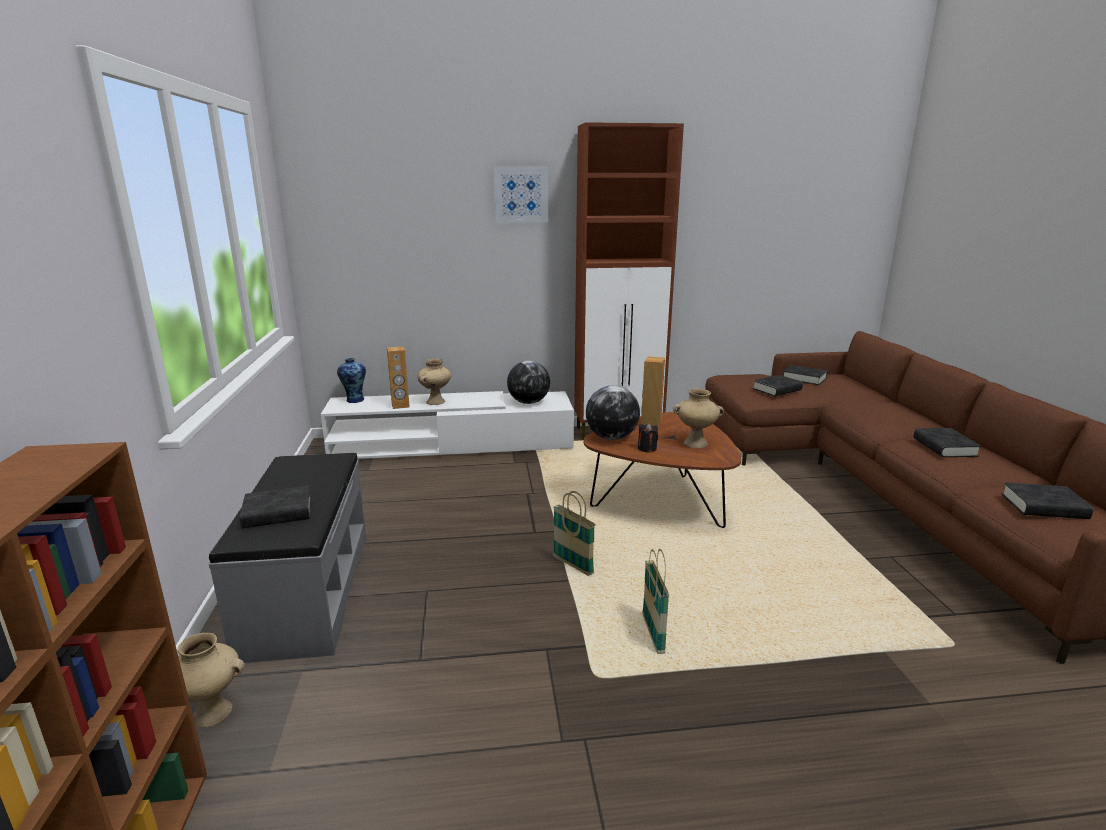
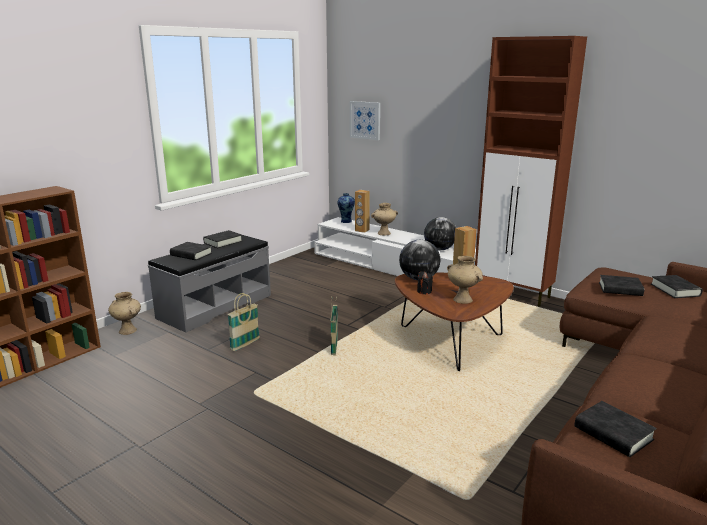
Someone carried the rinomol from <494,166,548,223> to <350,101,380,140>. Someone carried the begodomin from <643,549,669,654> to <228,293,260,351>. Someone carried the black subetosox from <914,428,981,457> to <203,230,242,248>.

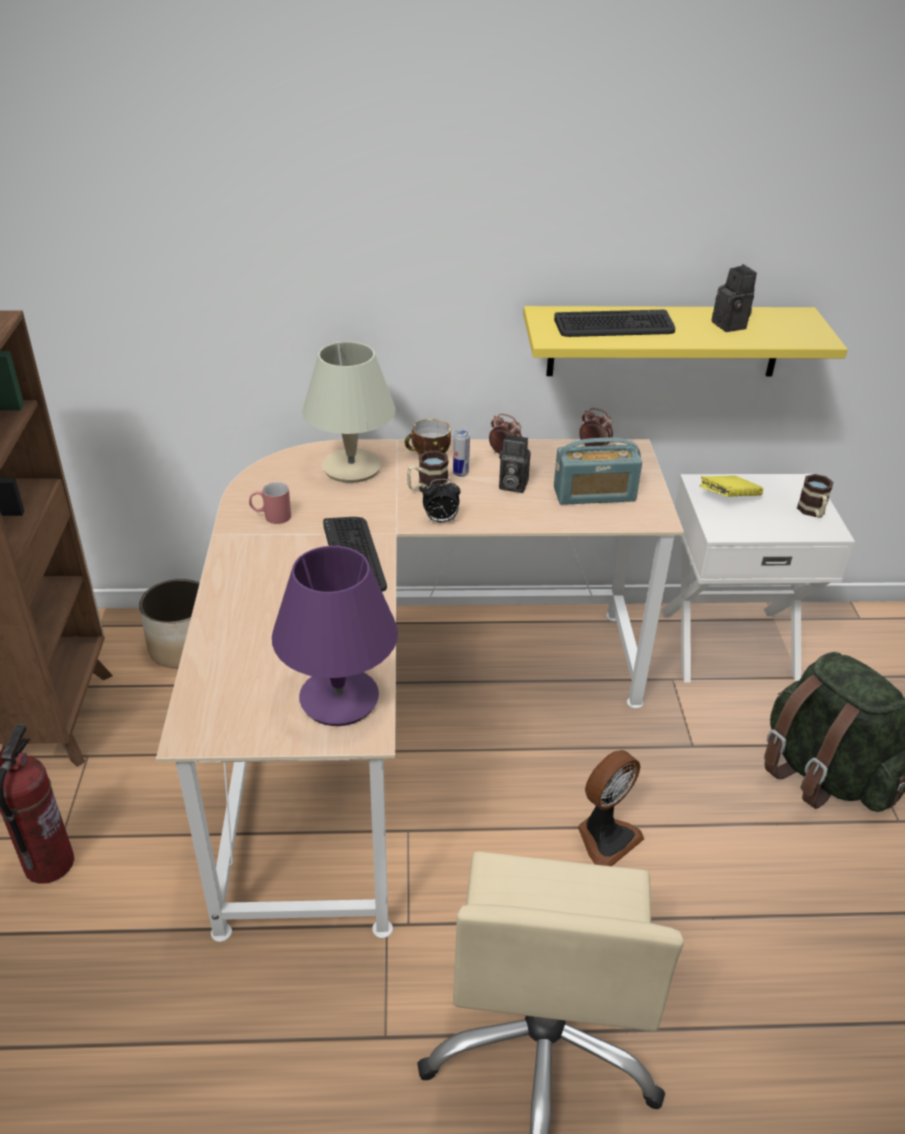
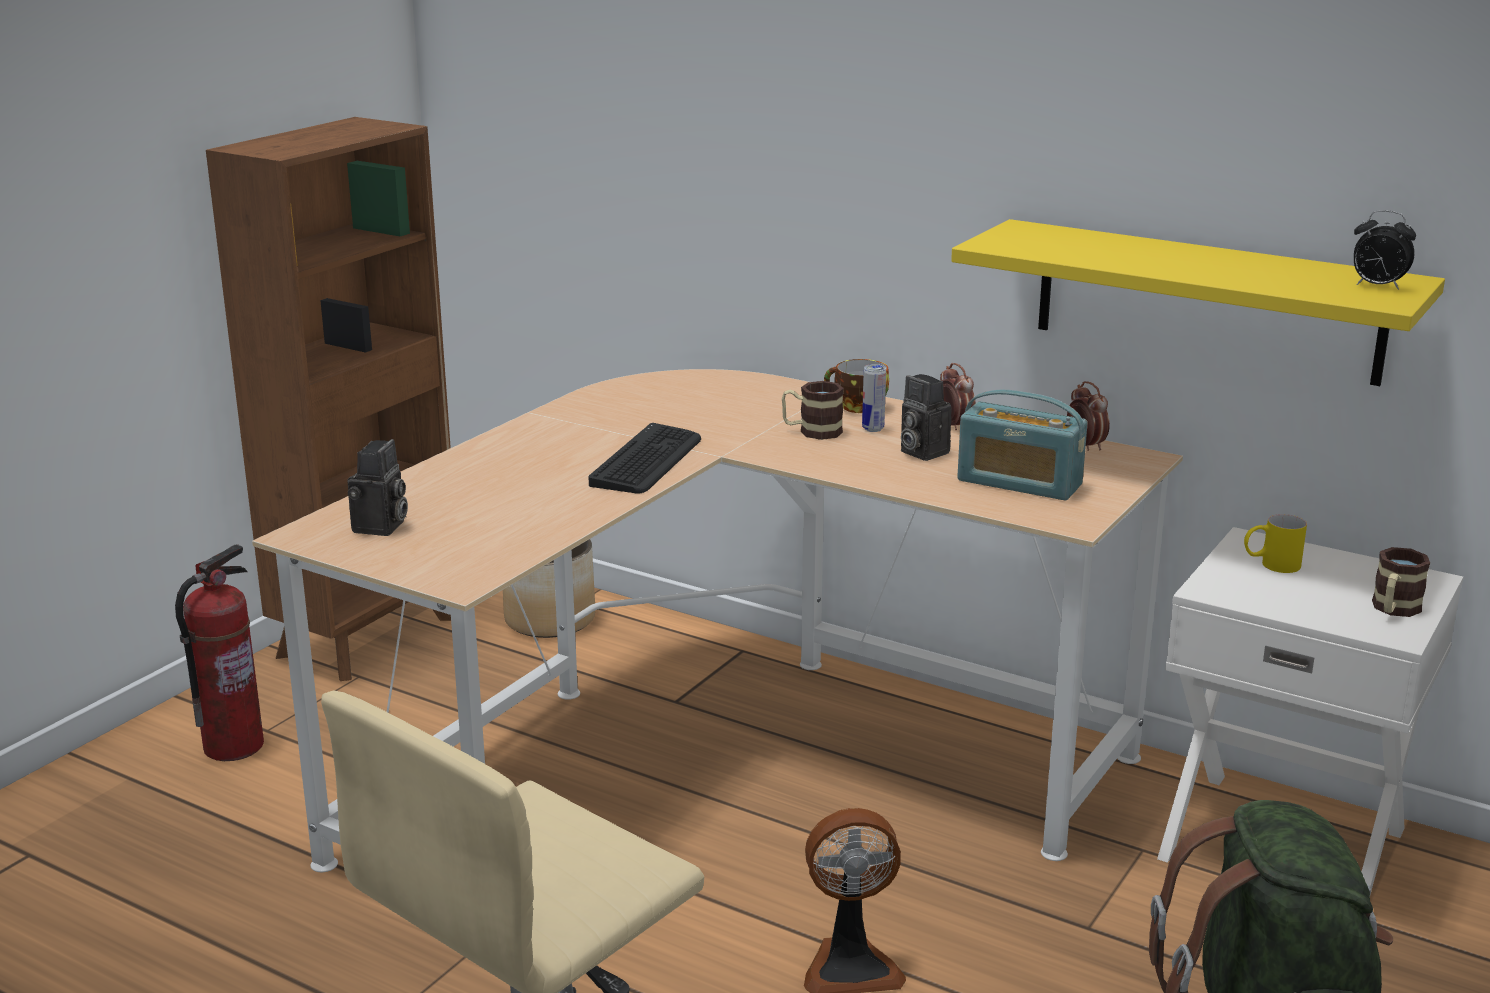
Someone took away the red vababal at <249,482,291,524>. Someone took away the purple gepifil at <272,546,398,726>. Someone took away the beige gepifil at <302,342,396,483>. Someone took away the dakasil at <554,310,675,337>. Someone carried the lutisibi from <422,479,461,522> to <1354,210,1416,290>. Someone carried the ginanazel from <712,264,757,332> to <348,439,408,536>. Someone swapped the yellow subetosox at <699,475,763,497> for the yellow vababal at <1244,514,1307,573>.

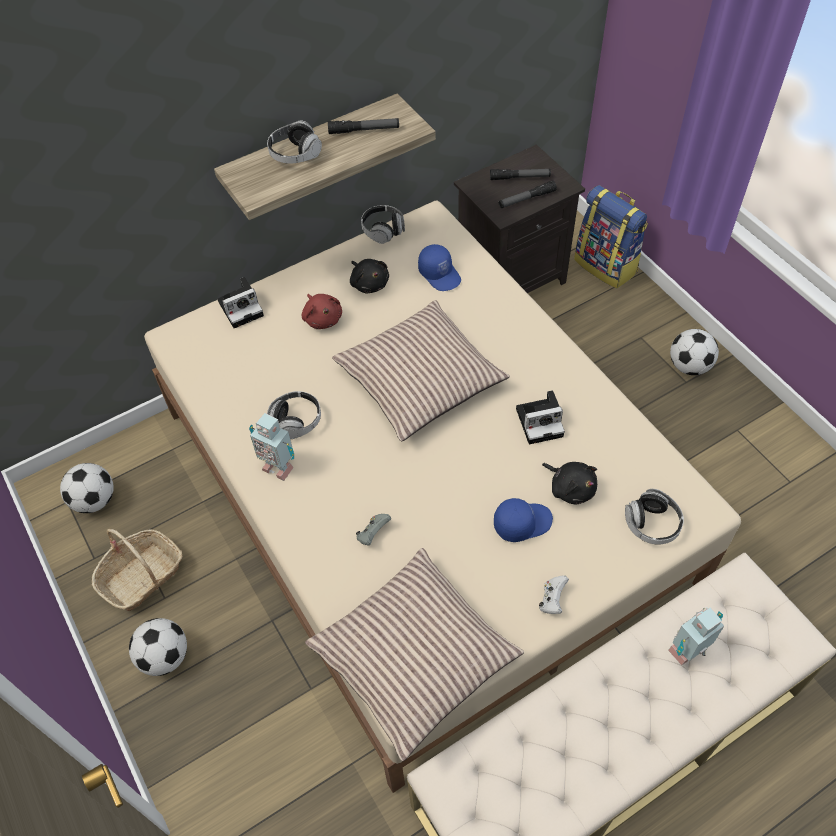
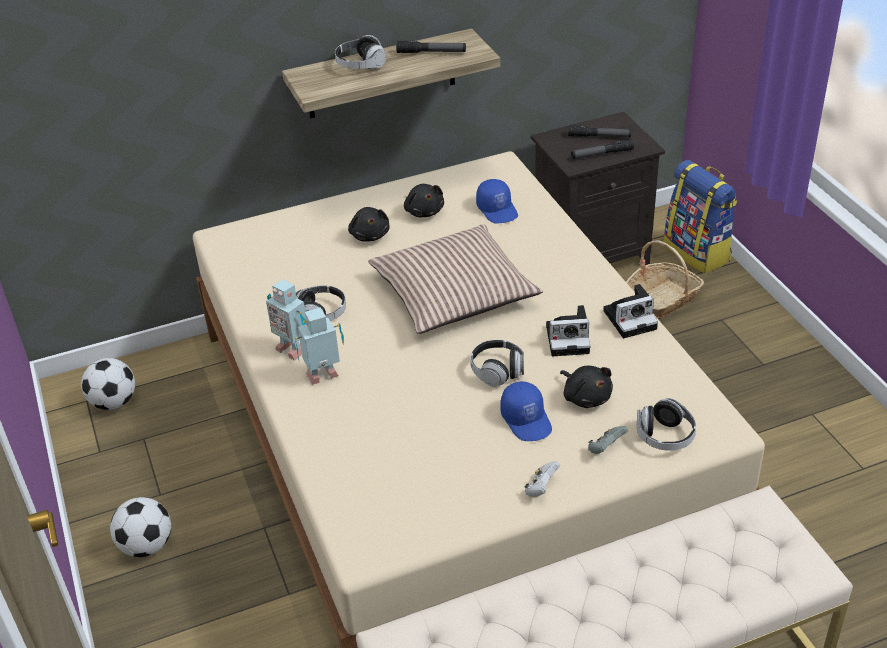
Someone took away the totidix at <305,548,524,761>. Someone took away the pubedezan at <670,329,719,375>. Someone carried the begodomin from <92,529,183,611> to <626,240,704,320>. Someone carried the ginanazel from <218,277,264,328> to <603,284,658,339>. Someone carried the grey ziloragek from <356,514,391,546> to <588,426,628,454>. Someone carried the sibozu from <361,205,405,244> to <470,340,524,387>. Someone carried the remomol from <668,607,724,665> to <295,307,344,385>. Someone repainted the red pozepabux at <302,294,342,329>, which became the black pozepabux at <348,207,389,242>. Someone rotated the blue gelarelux at <494,498,553,542> by 75 degrees clockwise.

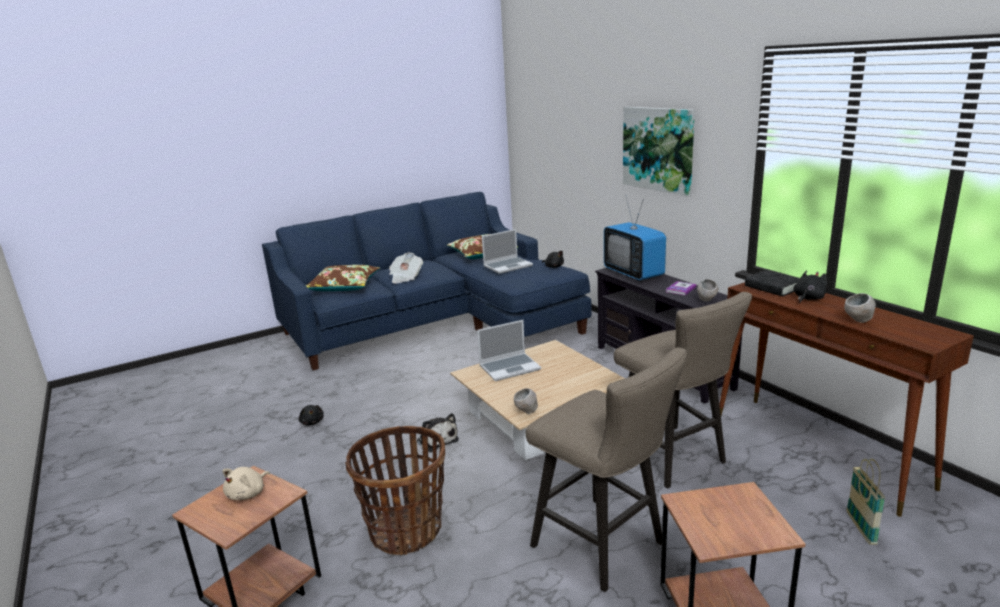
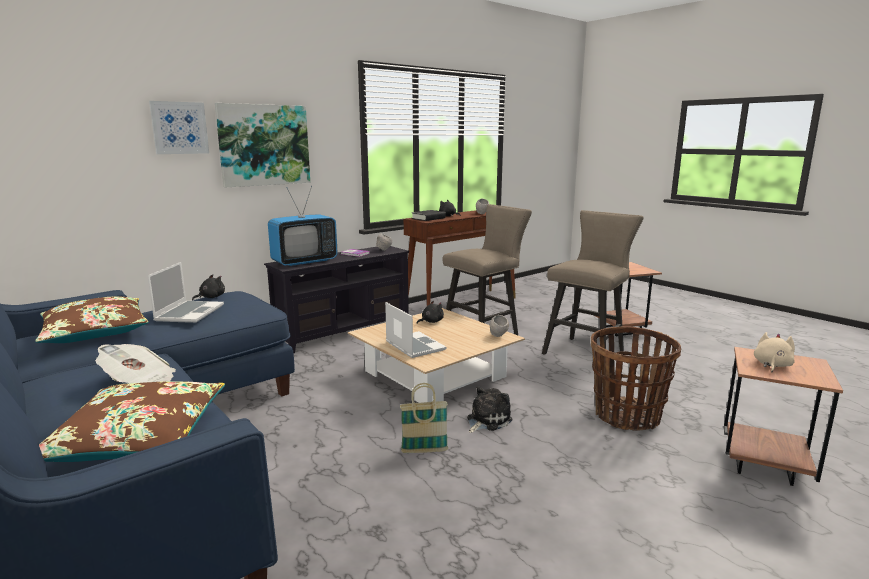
Someone put up the rinomol at <149,101,209,154>. Someone carried the black pozepabux from <299,405,324,425> to <417,301,444,323>. Someone carried the begodomin from <847,459,885,545> to <400,383,448,453>. Someone rotated the beige pozepabux at <223,467,270,500> by 75 degrees counterclockwise. Someone rotated the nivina at <482,229,533,274> by 45 degrees clockwise.

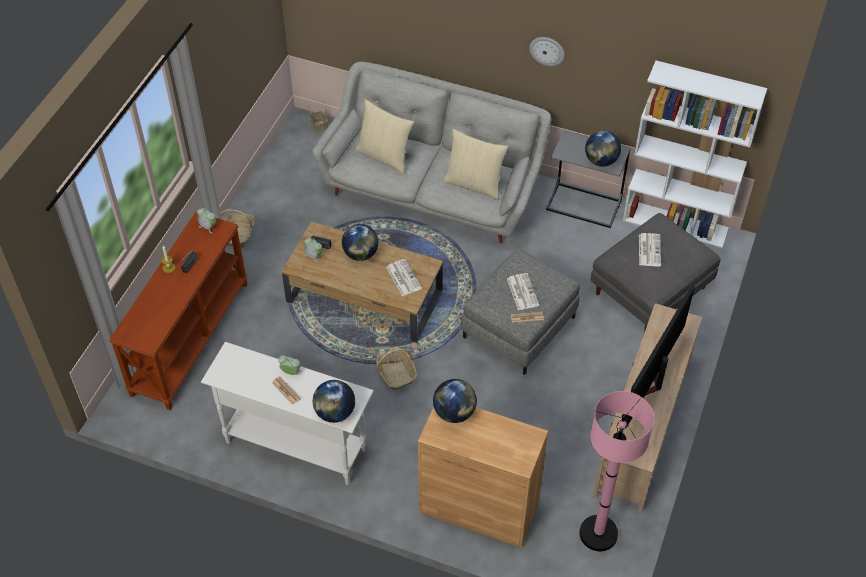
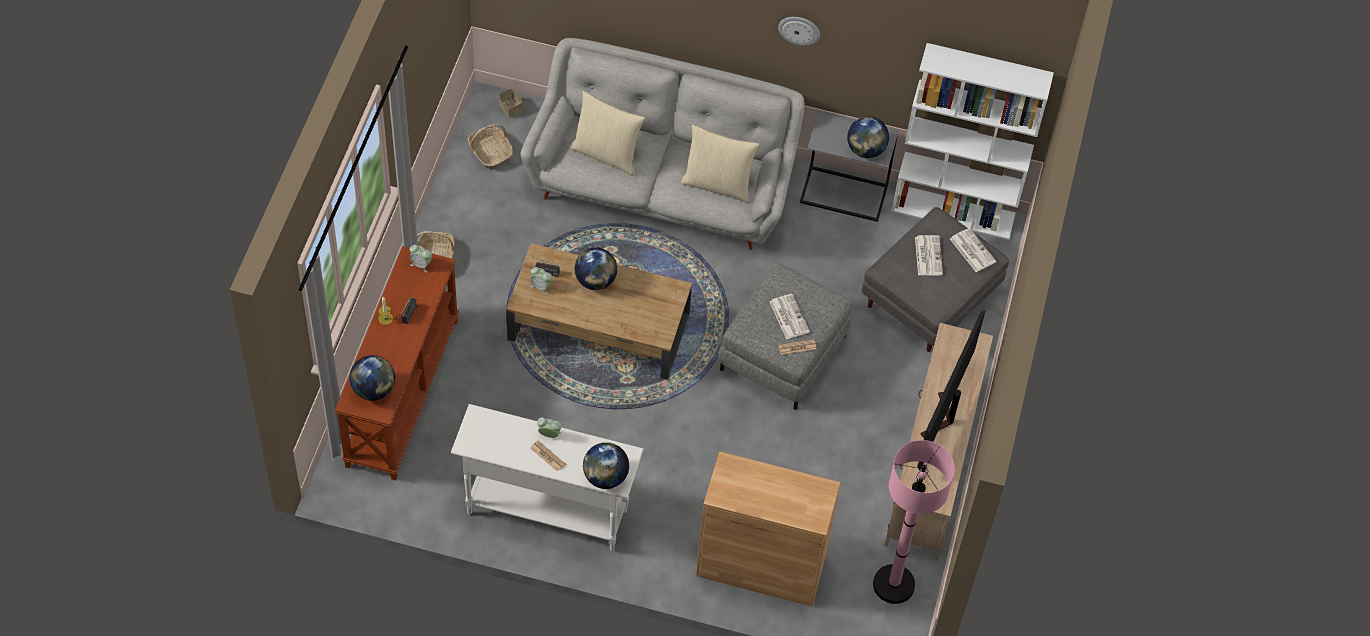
Someone carried the begodomin from <376,349,417,390> to <468,124,513,170>. Someone carried the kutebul from <386,259,422,296> to <950,228,996,272>. Someone carried the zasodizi from <433,379,477,423> to <350,355,395,401>.

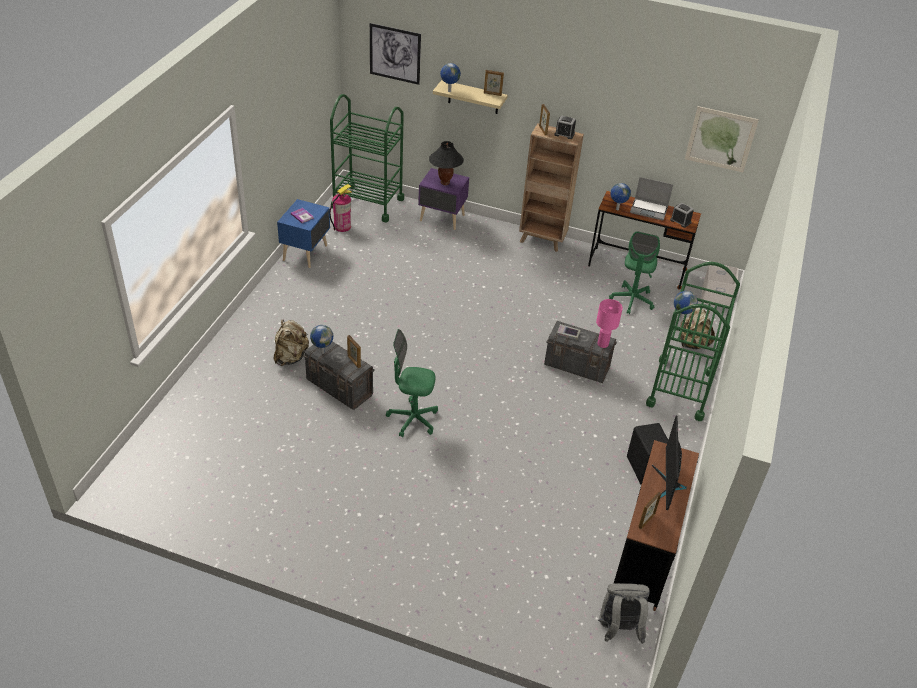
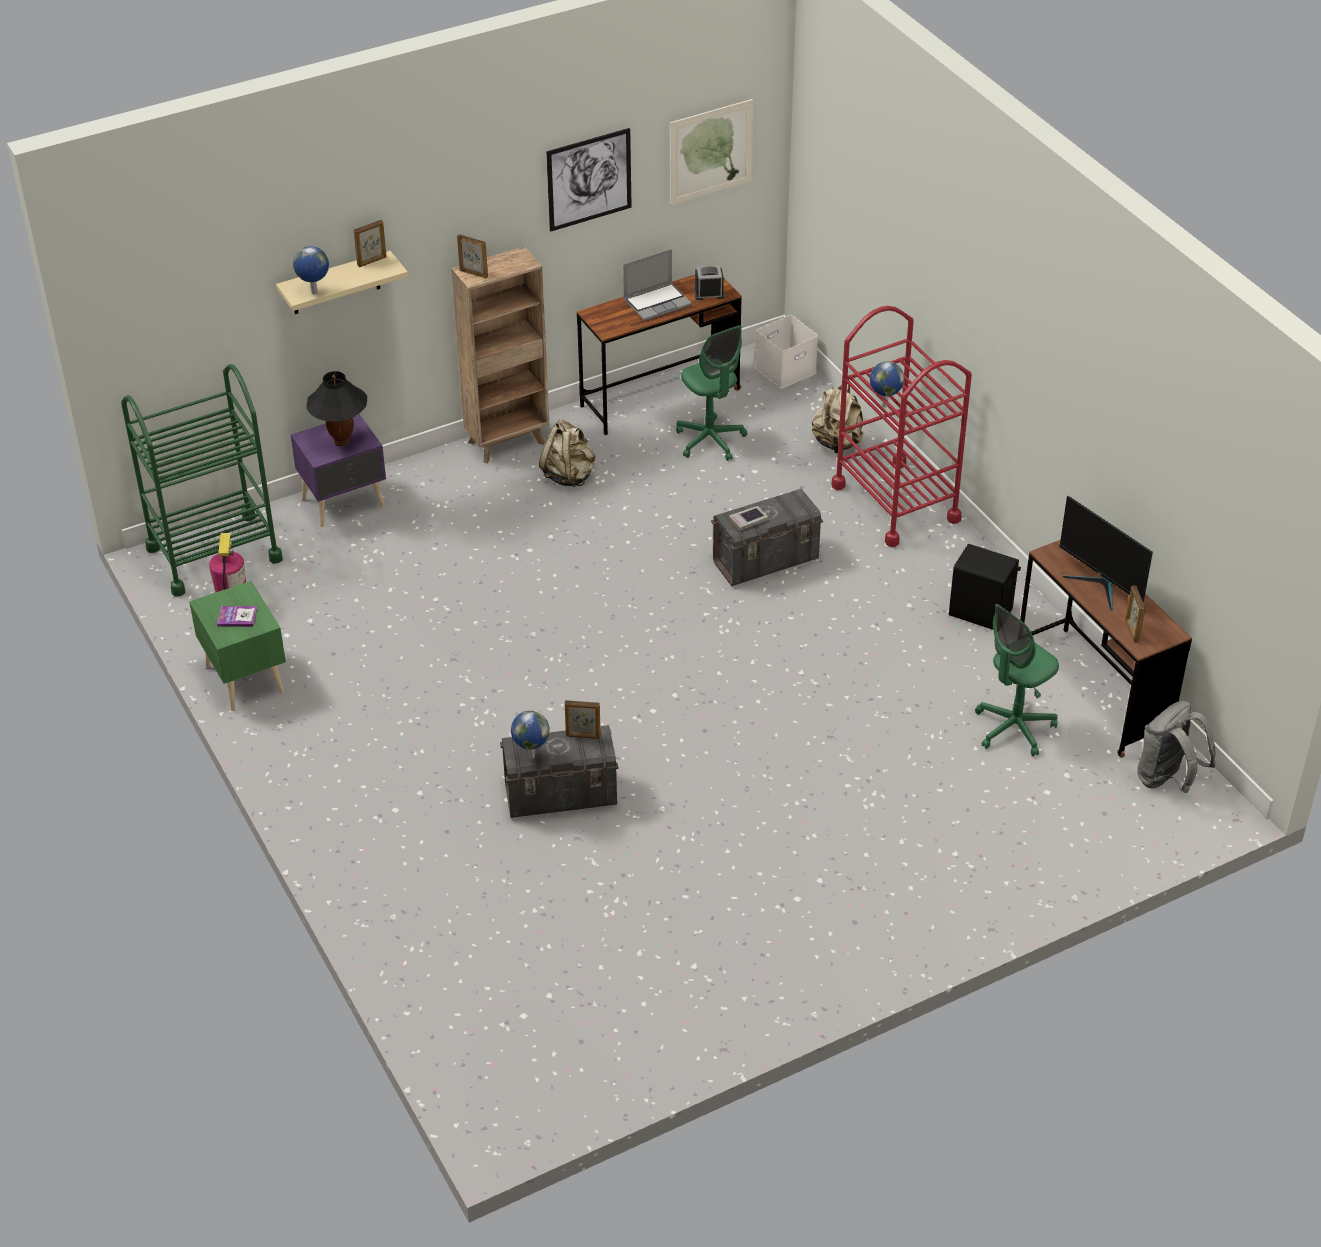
Someone took away the lutisibi at <555,115,576,139>. Someone took away the pink gepifil at <596,299,623,348>. Someone took away the zasodizi at <610,183,631,210>. Someone carried the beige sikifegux from <274,320,309,366> to <539,419,595,487>. Someone carried the rinomol from <370,23,421,85> to <546,128,632,231>. Someone carried the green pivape from <386,329,438,437> to <975,604,1059,756>. Someone repainted the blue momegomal at <277,199,330,268>, which became the green momegomal at <189,581,286,711>. Someone repainted the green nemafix at <646,262,740,421>, which became the red nemafix at <832,306,972,547>.

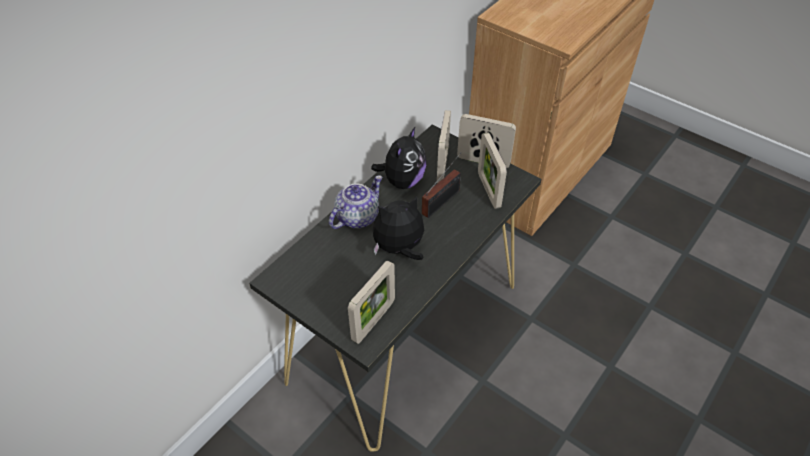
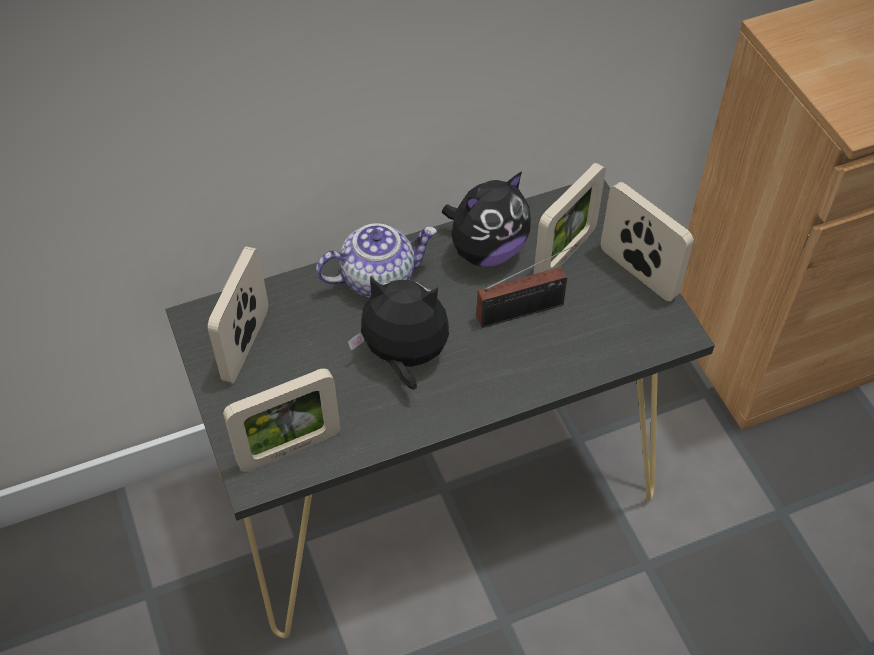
Someone carried the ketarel from <478,133,507,209> to <208,247,268,383>.

